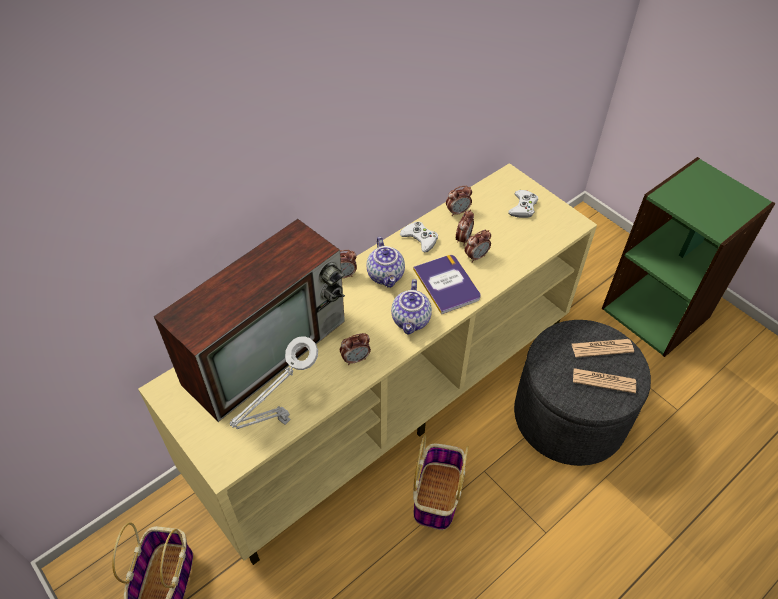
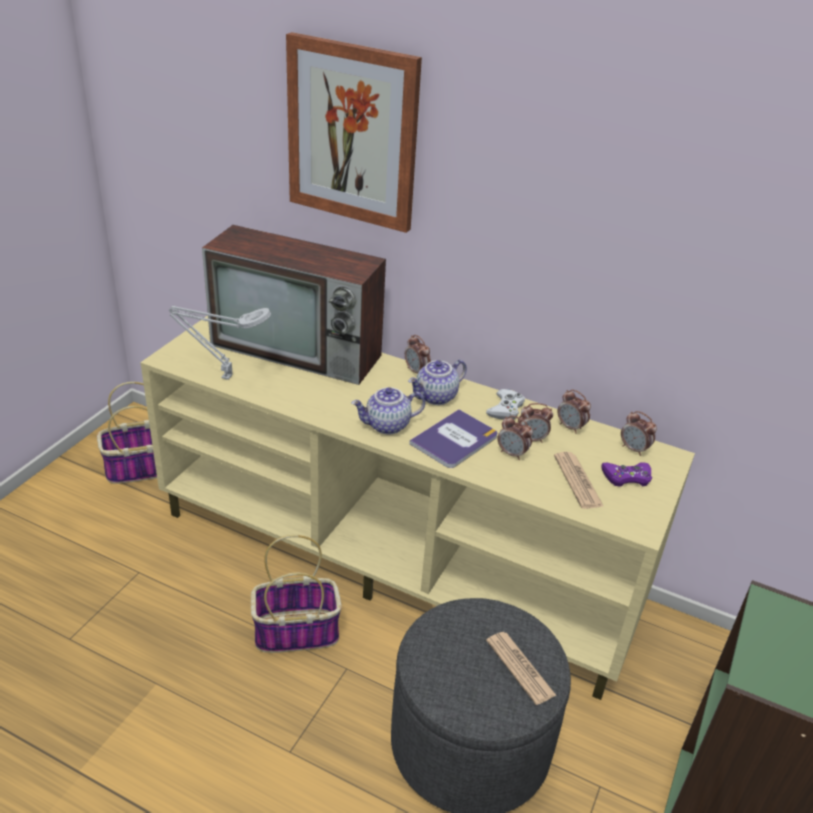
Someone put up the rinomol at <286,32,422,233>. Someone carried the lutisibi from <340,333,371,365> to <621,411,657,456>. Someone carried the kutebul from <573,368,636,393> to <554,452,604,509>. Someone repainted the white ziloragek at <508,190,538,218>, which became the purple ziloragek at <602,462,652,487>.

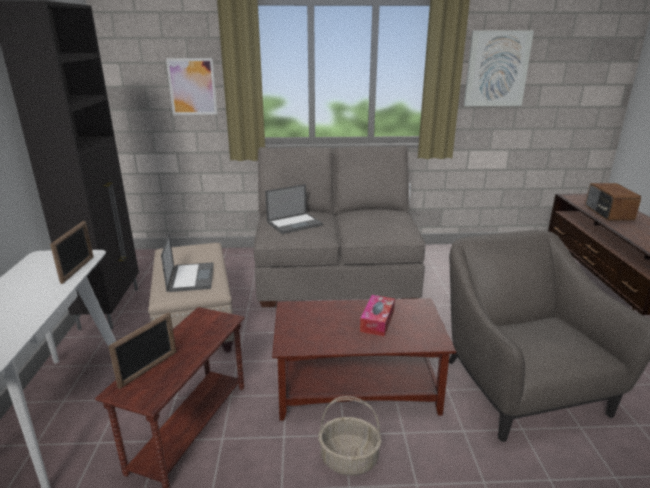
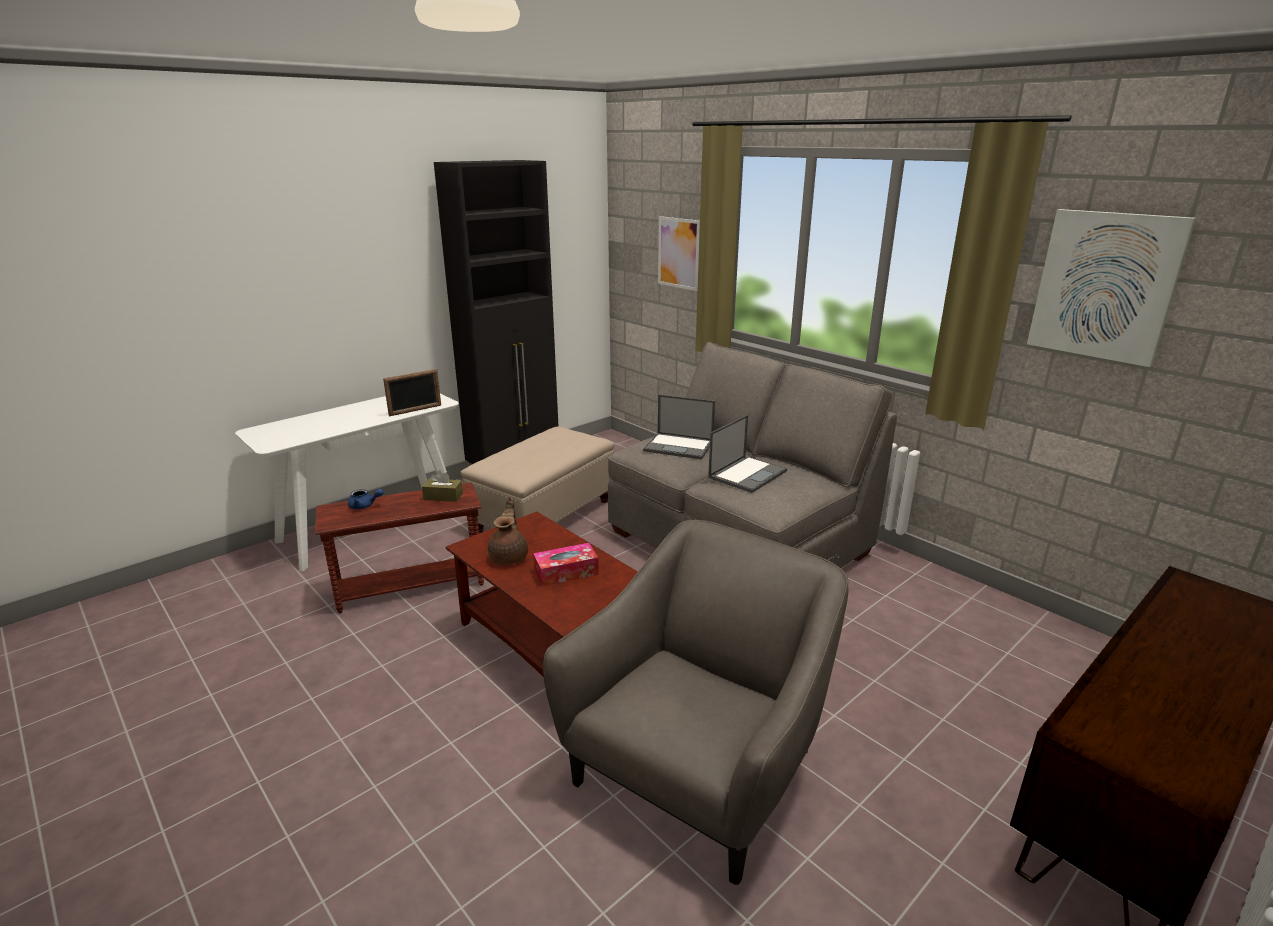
Someone took away the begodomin at <319,396,382,476>. Someone took away the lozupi at <585,183,641,220>. Someone put down the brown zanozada at <422,470,463,502>. Someone put down the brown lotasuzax at <488,497,528,565>. Someone carried the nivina from <161,233,214,292> to <708,415,787,493>. Someone swapped the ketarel at <108,312,176,389> for the blue lotasuzax at <348,489,384,509>.

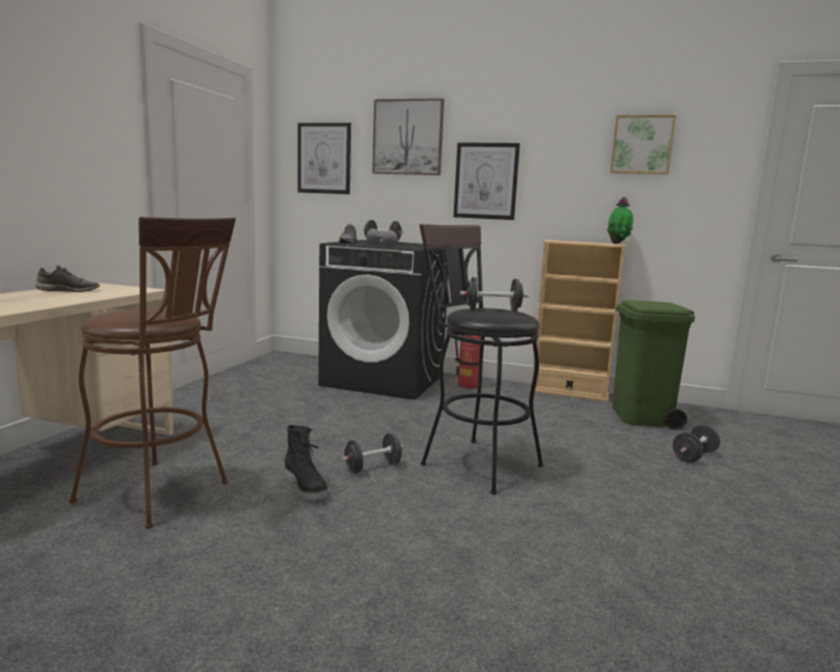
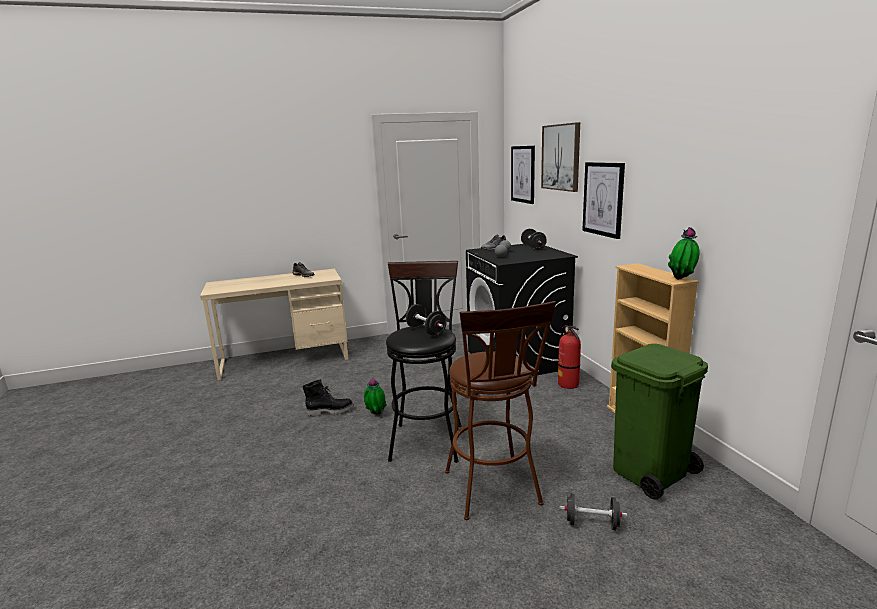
Someone took away the rinomol at <610,115,676,174>. Someone carried the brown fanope from <69,217,236,528> to <445,301,556,520>. Someone swapped the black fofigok at <342,433,404,473> for the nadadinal at <364,377,387,415>. Someone rotated the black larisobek at <285,425,328,501> by 120 degrees counterclockwise.

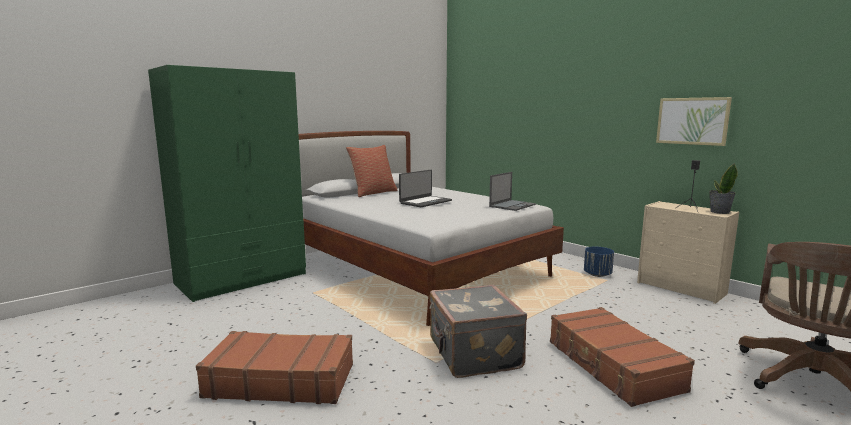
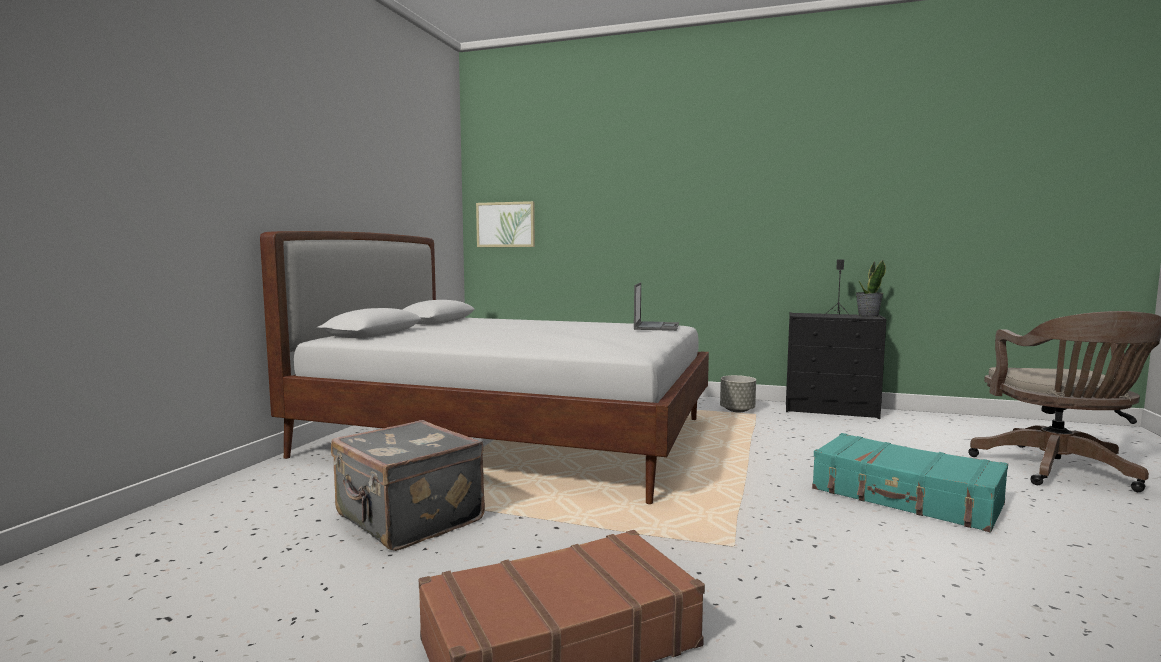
Someone took away the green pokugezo at <148,65,306,302>. Someone took away the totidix at <346,145,398,197>. Someone took away the nivina at <399,170,452,207>. Someone carried the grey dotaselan from <429,285,527,378> to <331,420,485,551>. Someone carried the rinomol from <656,97,732,146> to <476,201,535,247>. Someone repainted the brown dotaselan at <550,307,695,407>, which became the turquoise dotaselan at <812,433,1008,532>. Someone repainted the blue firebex at <584,247,614,277>, which became the grey firebex at <720,375,756,412>. Someone repainted the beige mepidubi at <637,201,739,304>, which became the black mepidubi at <786,312,886,419>.

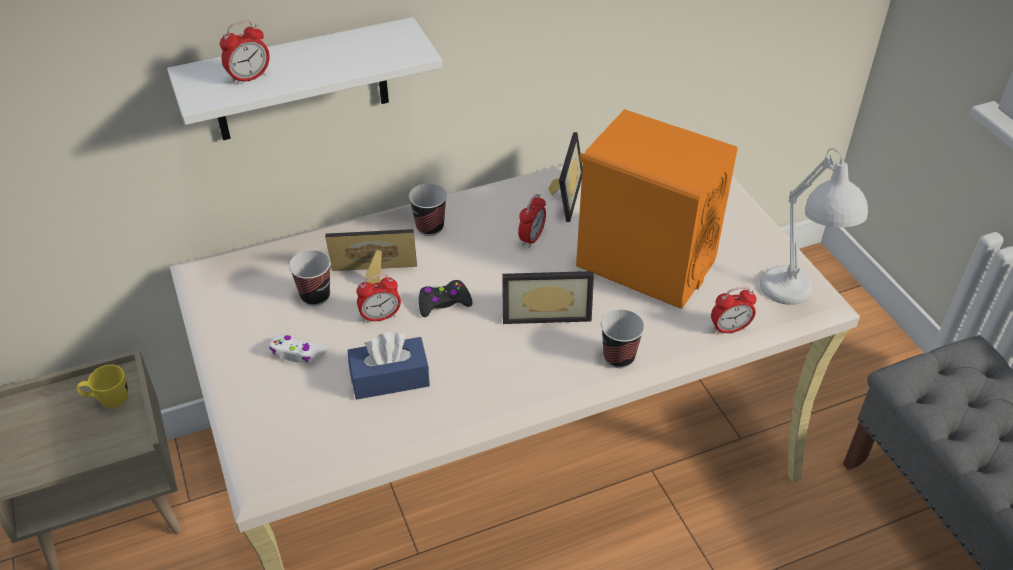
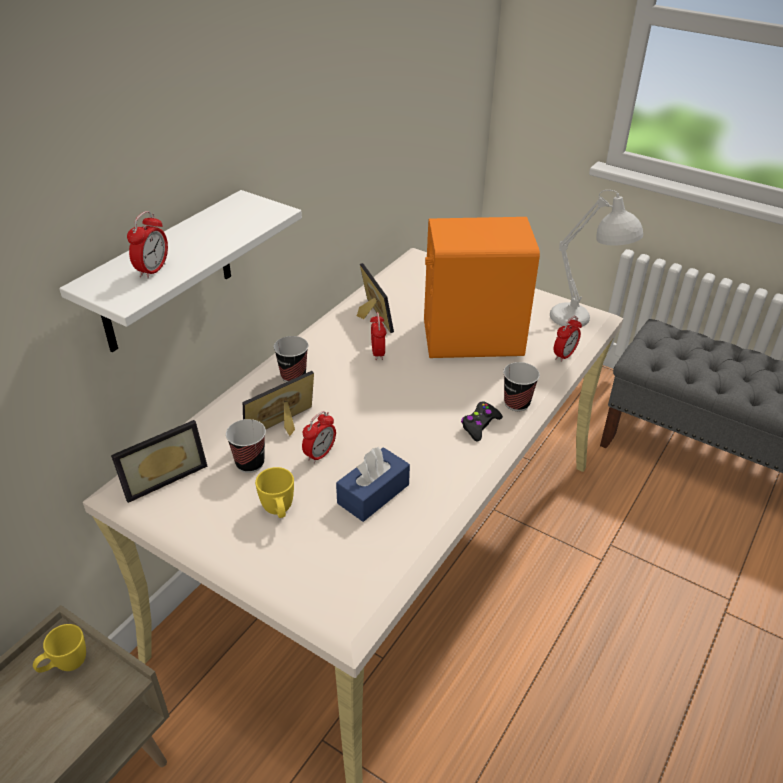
Someone carried the black ziloragek from <419,280,473,317> to <461,401,503,441>. Someone carried the ketarel from <502,271,594,324> to <111,420,208,503>. Someone swapped the white ziloragek at <269,335,327,363> for the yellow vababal at <255,467,294,518>.

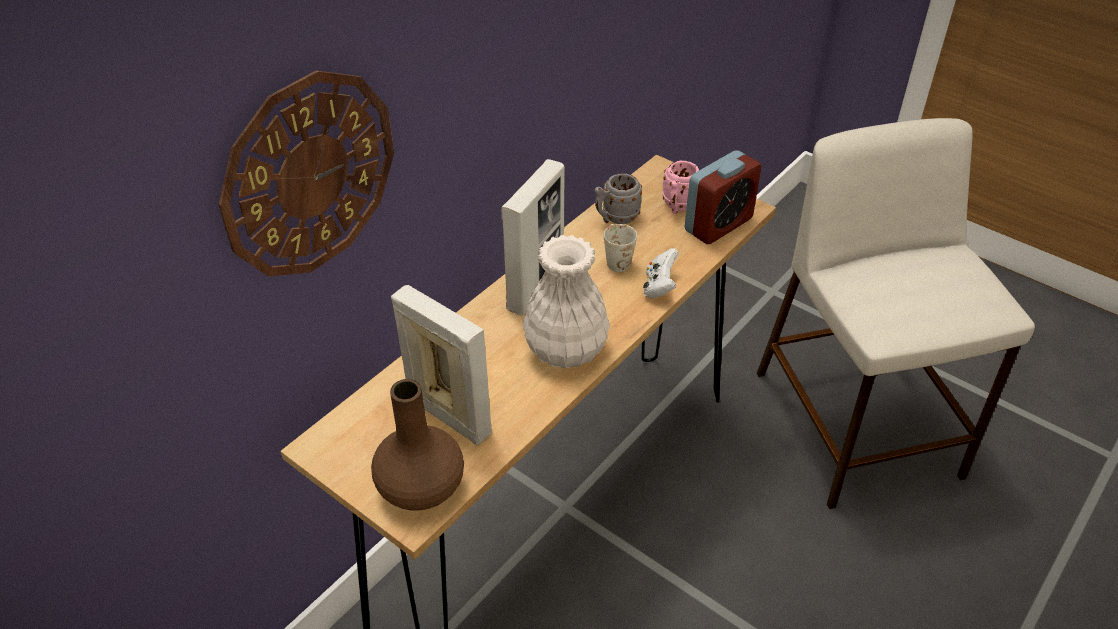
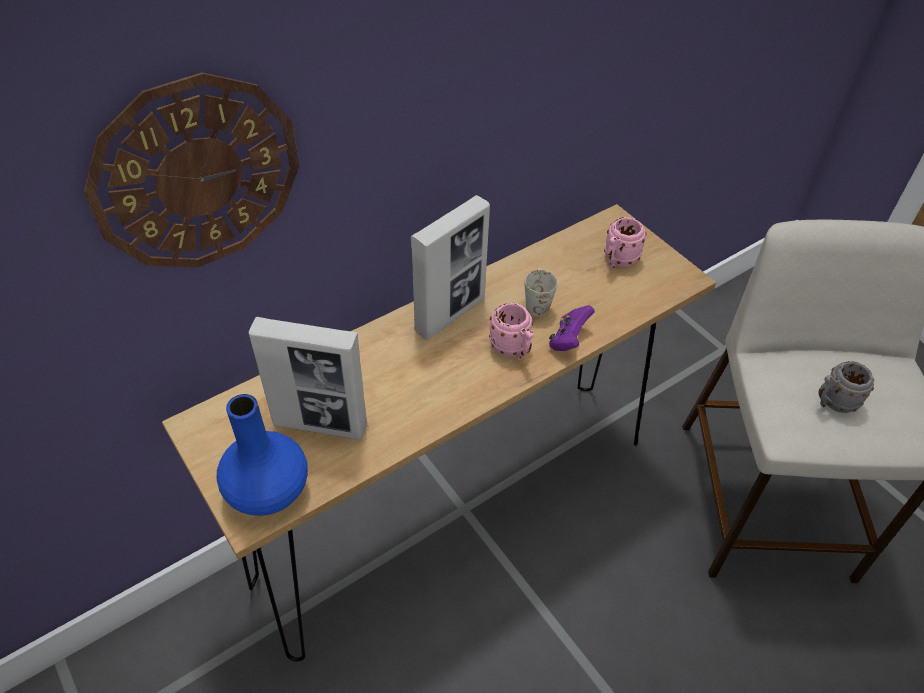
Someone took away the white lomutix at <523,235,610,368>. Someone took away the lutisibi at <685,150,762,244>. Someone put down the pink vababal at <489,303,534,360>. Someone carried the grey vababal from <595,173,642,224> to <819,361,874,413>. Someone repainted the brown lomutix at <371,379,464,510>, which became the blue lomutix at <217,394,308,516>. Someone repainted the white ziloragek at <643,248,679,299>, which became the purple ziloragek at <549,305,595,351>. Someone rotated the ketarel at <391,285,492,445> by 135 degrees clockwise.

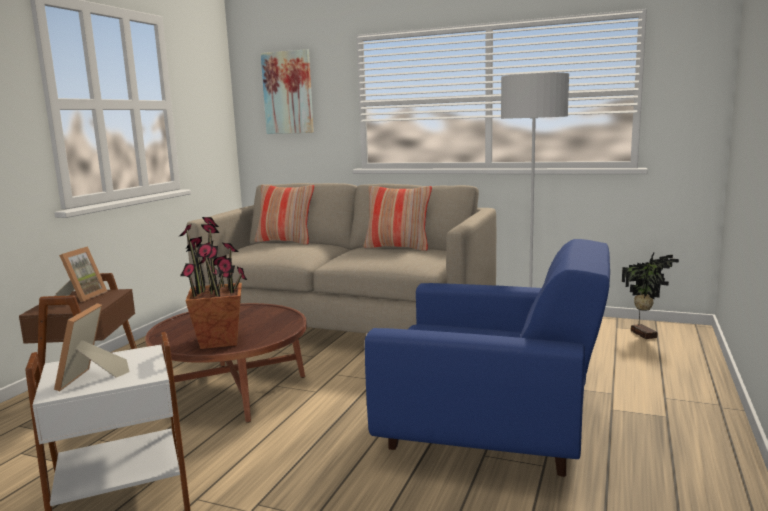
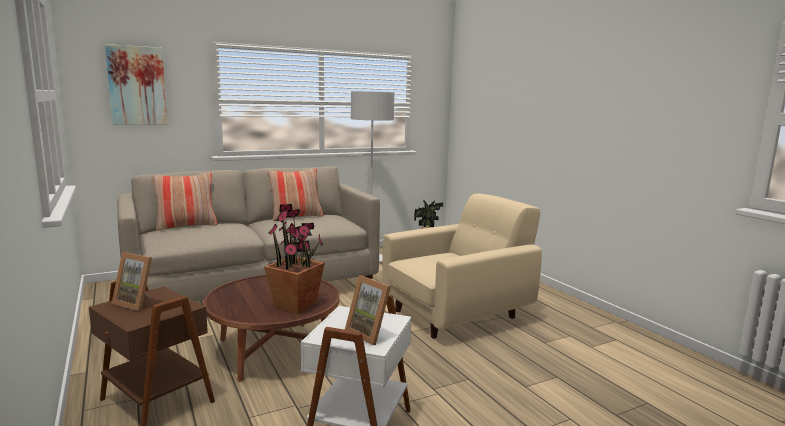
Someone repainted the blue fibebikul at <365,239,610,477>, which became the beige fibebikul at <382,194,542,339>. Someone rotated the ketarel at <55,246,107,302> by 150 degrees clockwise.

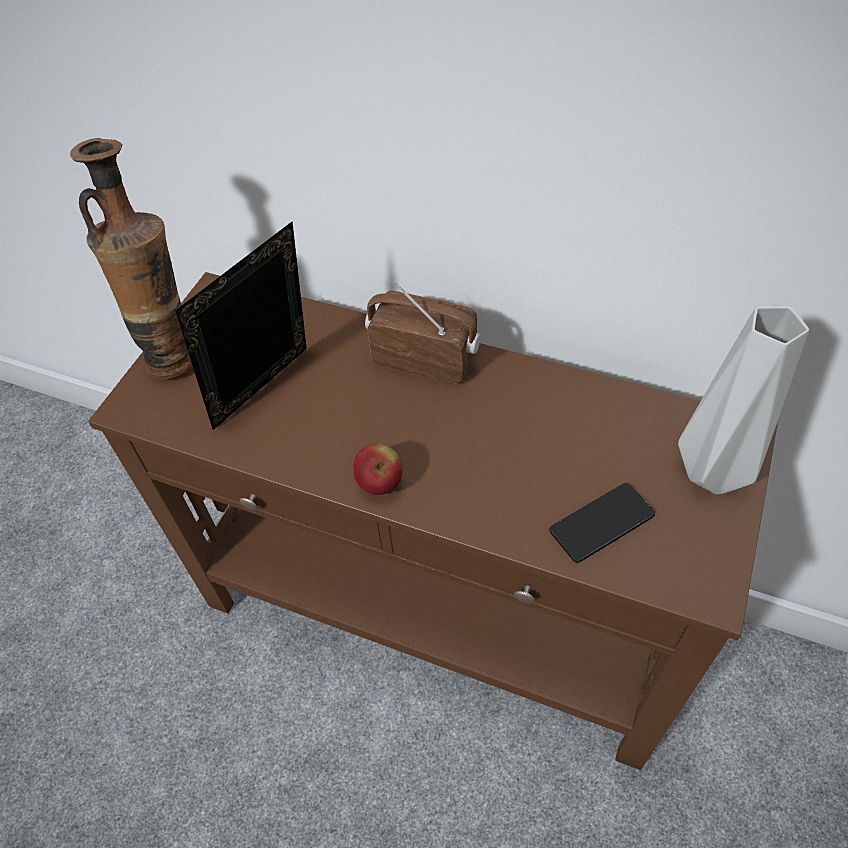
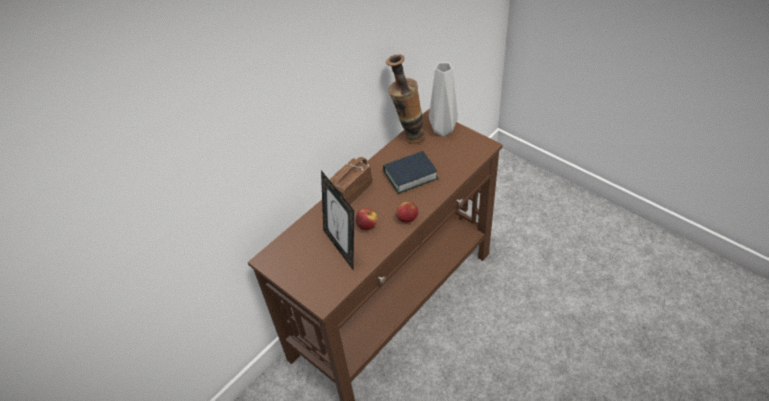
Someone took away the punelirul at <549,483,655,563>. Someone put down the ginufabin at <356,208,377,230>. Someone put down the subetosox at <383,151,438,194>. Someone carried the lomutix from <70,138,192,379> to <386,54,425,144>.

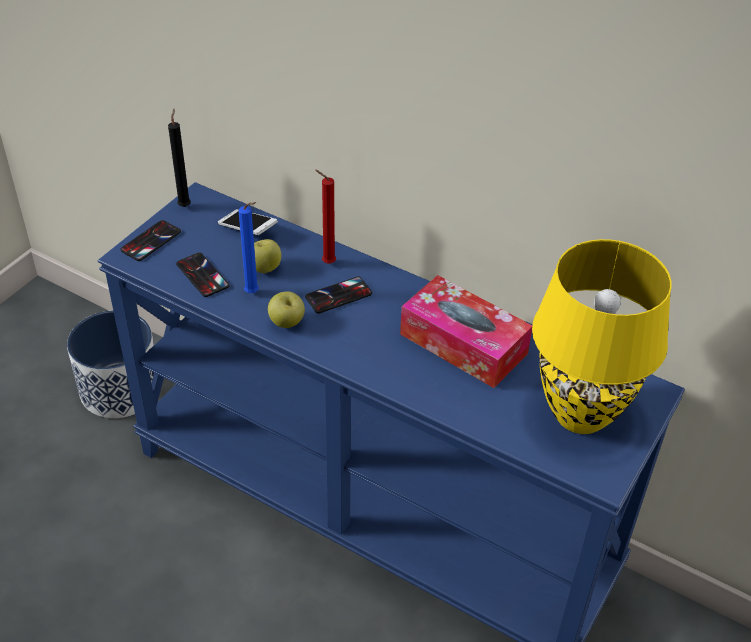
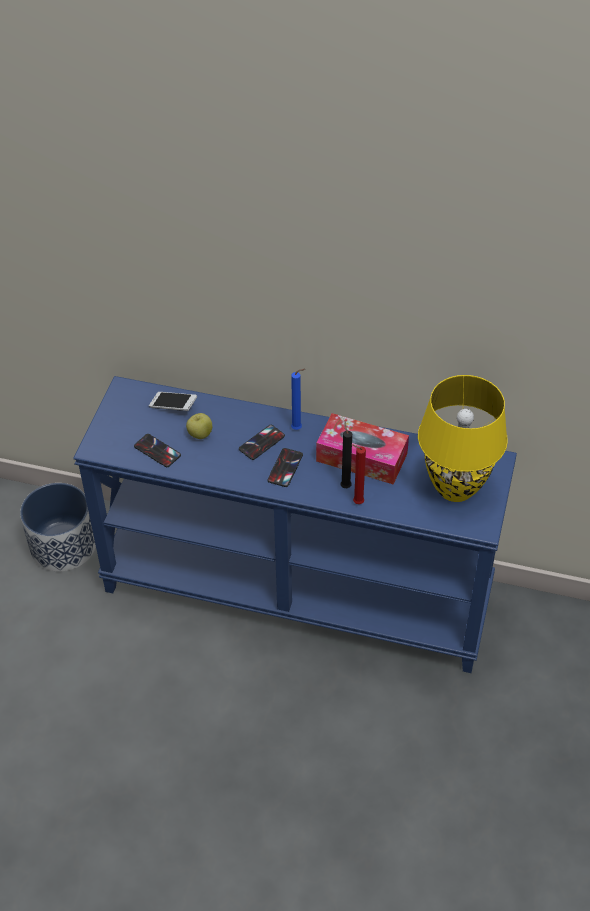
Someone took away the ginufabin at <268,291,305,328>. Someone carried the punelirul from <120,220,181,261> to <267,448,303,487>. Someone carried the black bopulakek from <168,109,191,207> to <341,421,352,488>. Someone carried the blue bopulakek from <239,202,259,293> to <291,369,305,430>. Someone carried the red bopulakek from <315,170,336,264> to <352,445,366,504>.

